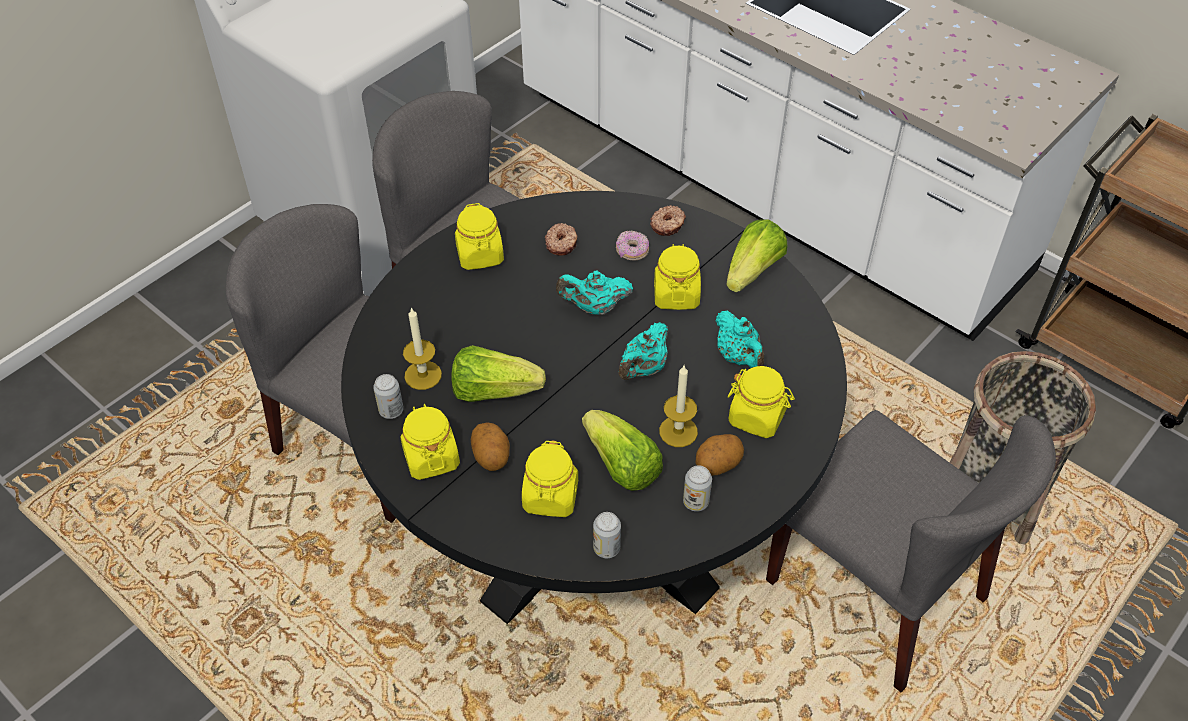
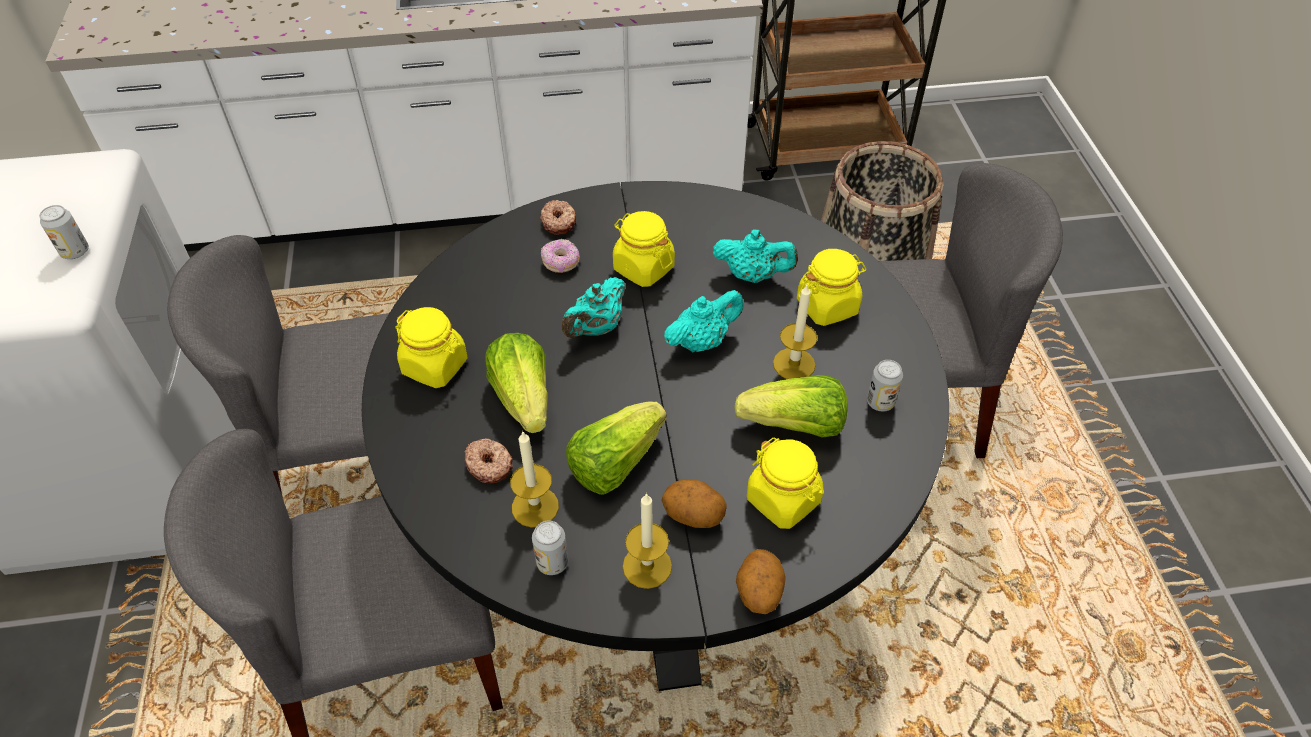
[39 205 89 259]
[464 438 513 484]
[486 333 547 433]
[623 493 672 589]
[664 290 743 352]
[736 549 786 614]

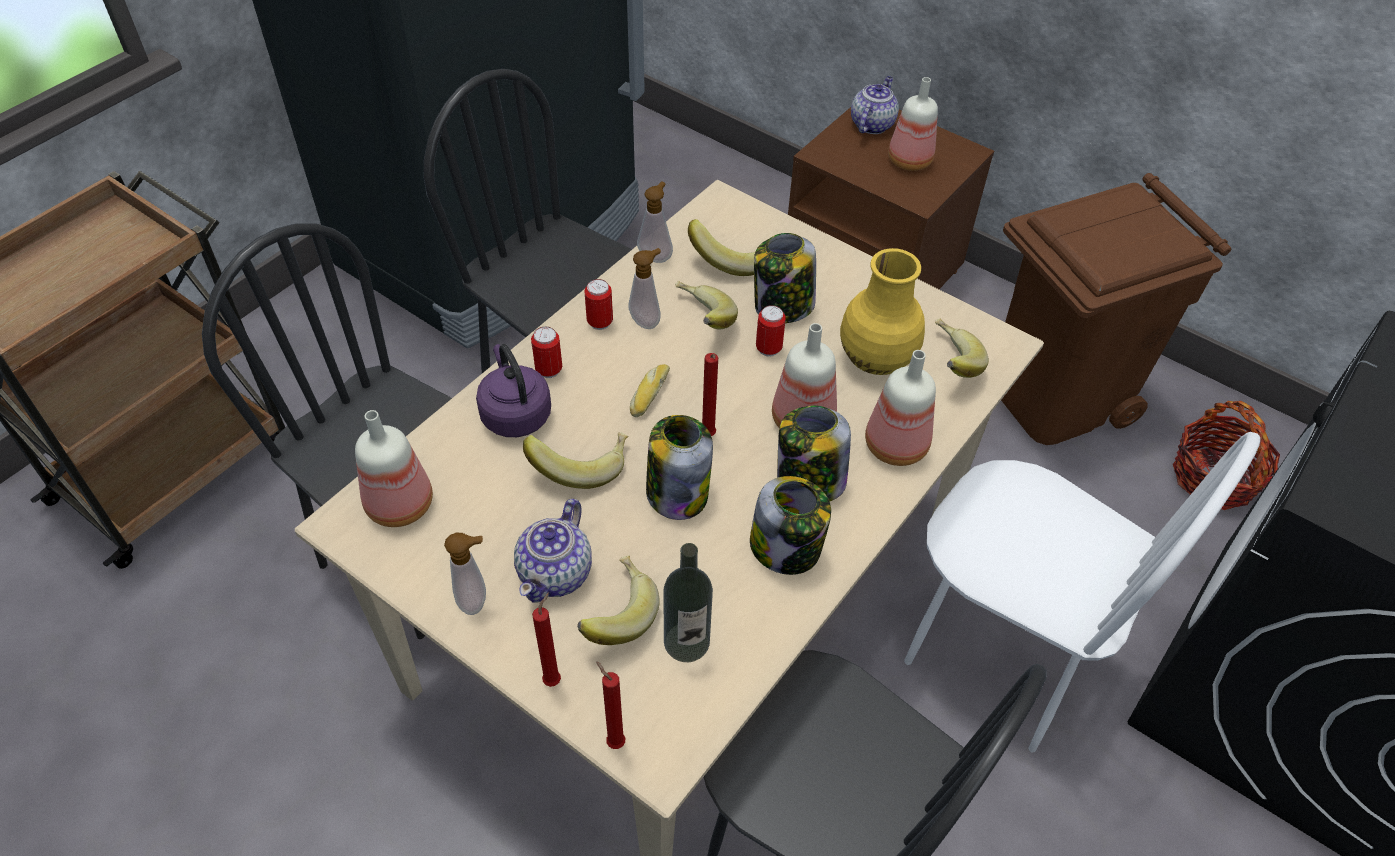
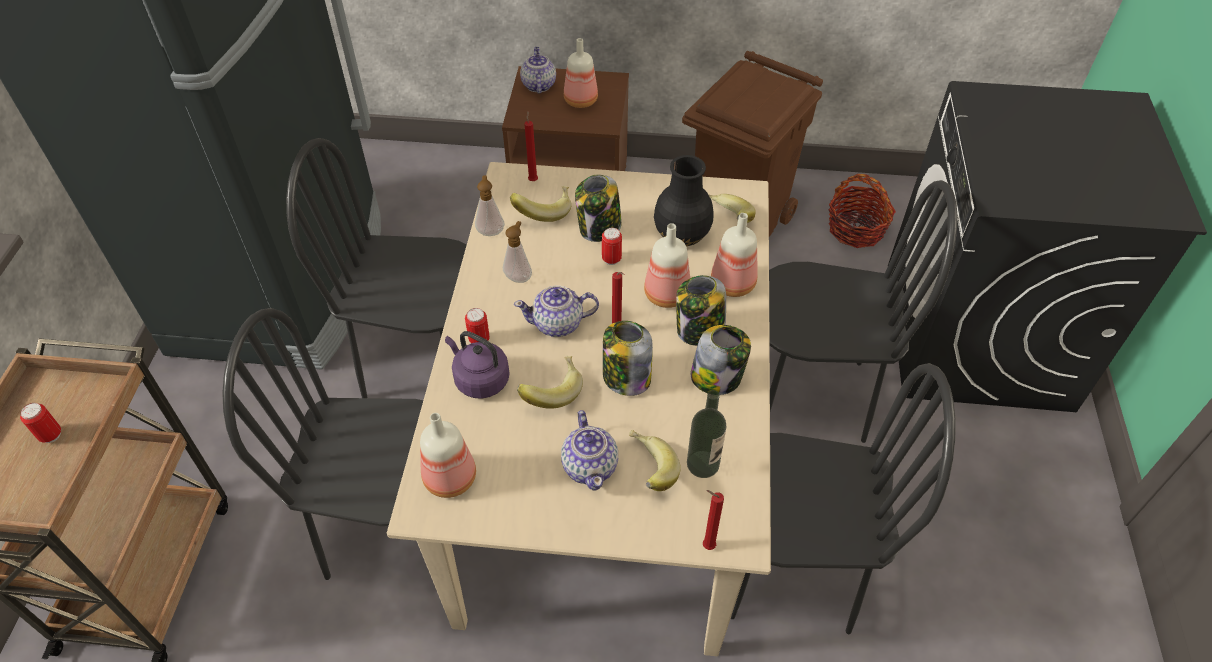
[20 403 61 443]
[514 285 599 337]
[524 111 538 181]
[654 155 713 246]
[769 180 957 443]
[444 533 486 615] (first image)
[675 281 738 330] (first image)

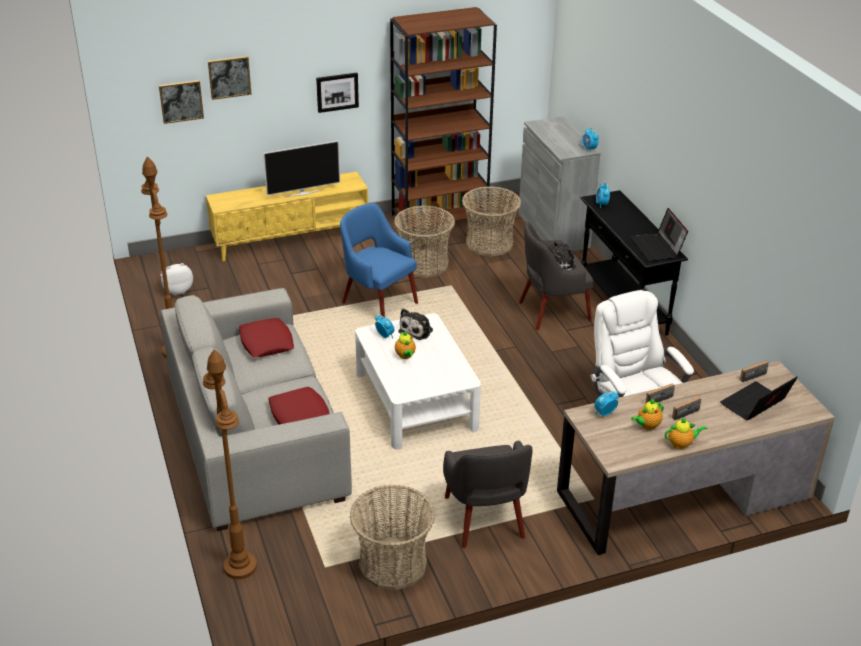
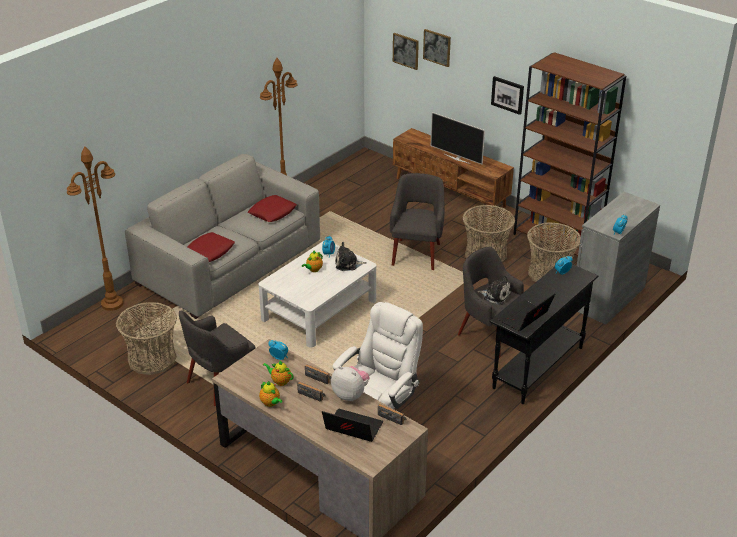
[331 366 370 401]
[390 173 444 270]
[393 128 514 216]

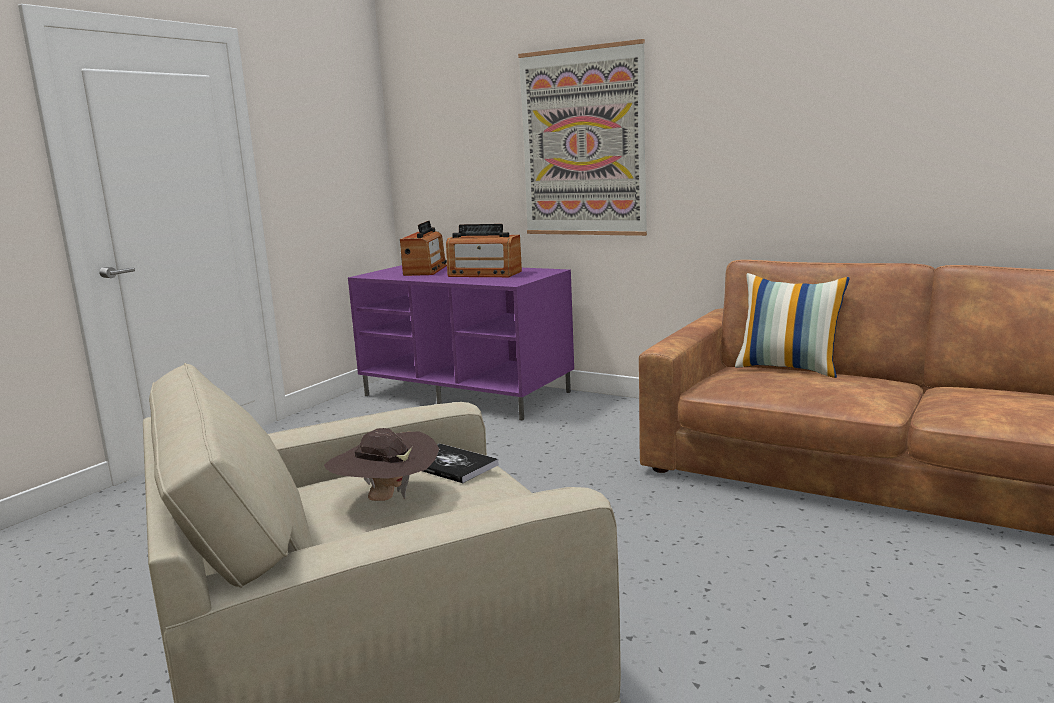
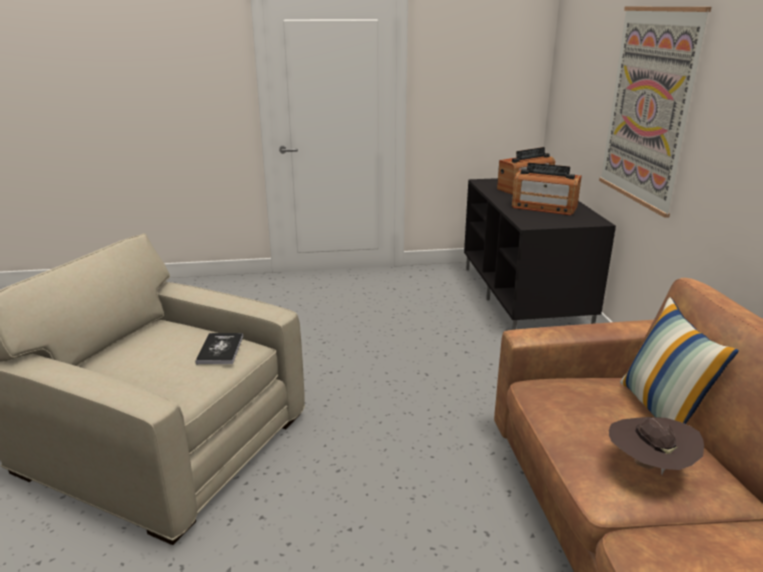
[464 178 616 330]
[512 163 582 215]
[609 417 704 475]

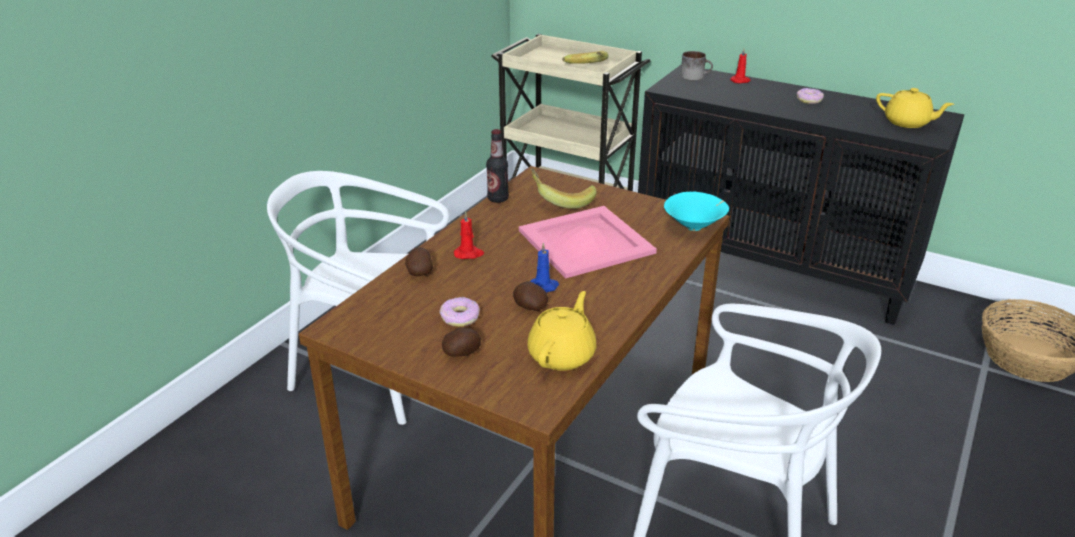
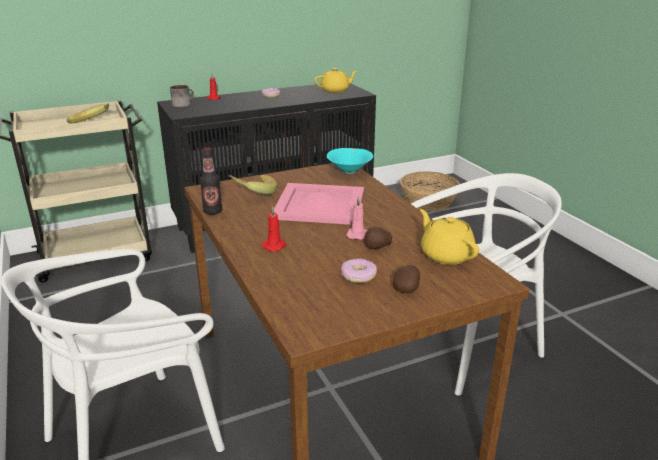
[346 196 367 240]
[405 247 433 276] (first image)

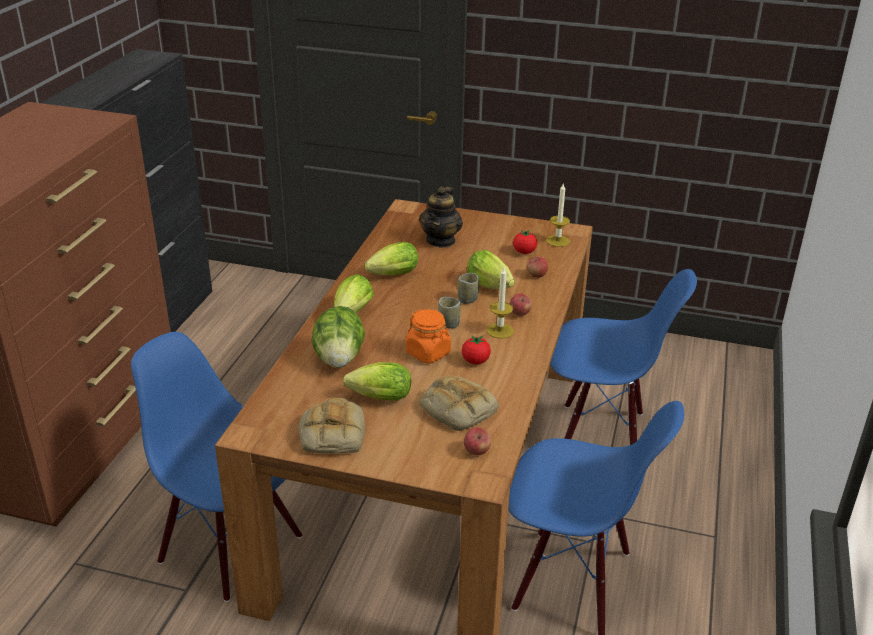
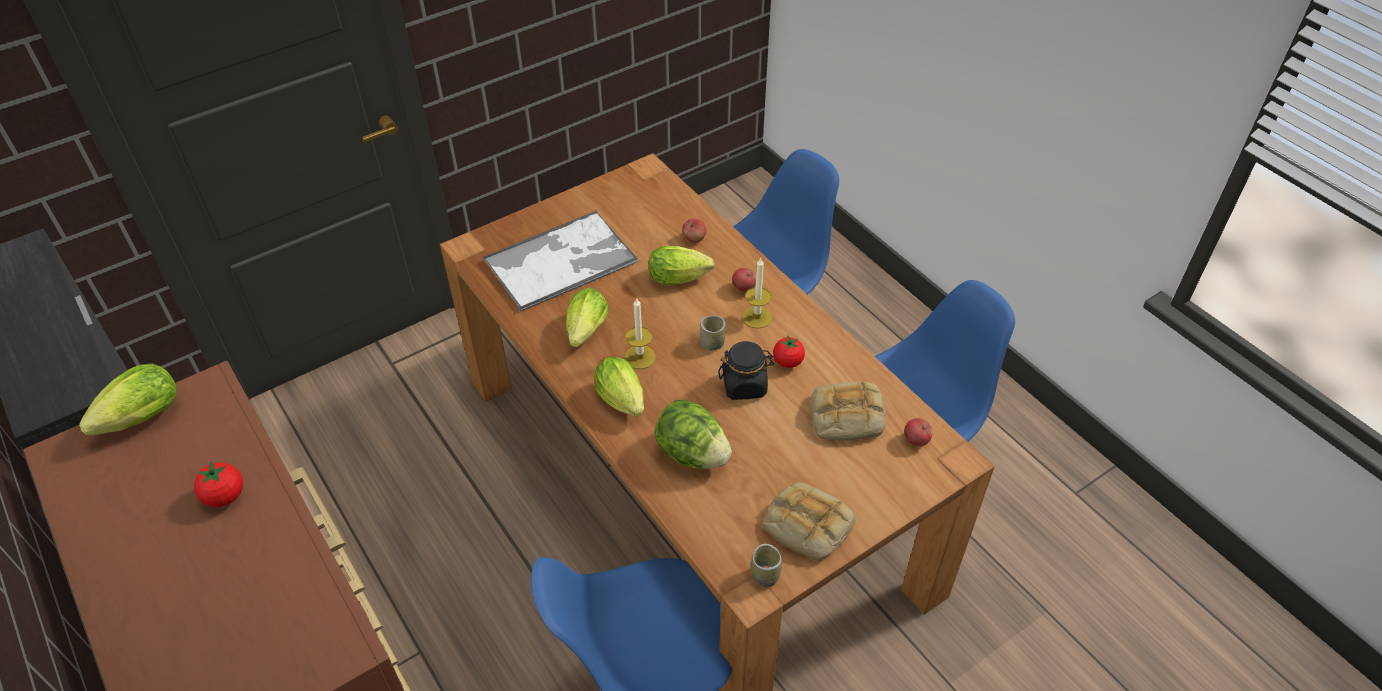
[79 363 177 436]
[194 462 243 507]
[483 210 638 313]
[625 298 656 369]
[718 341 774 400]
[751 544 782 588]

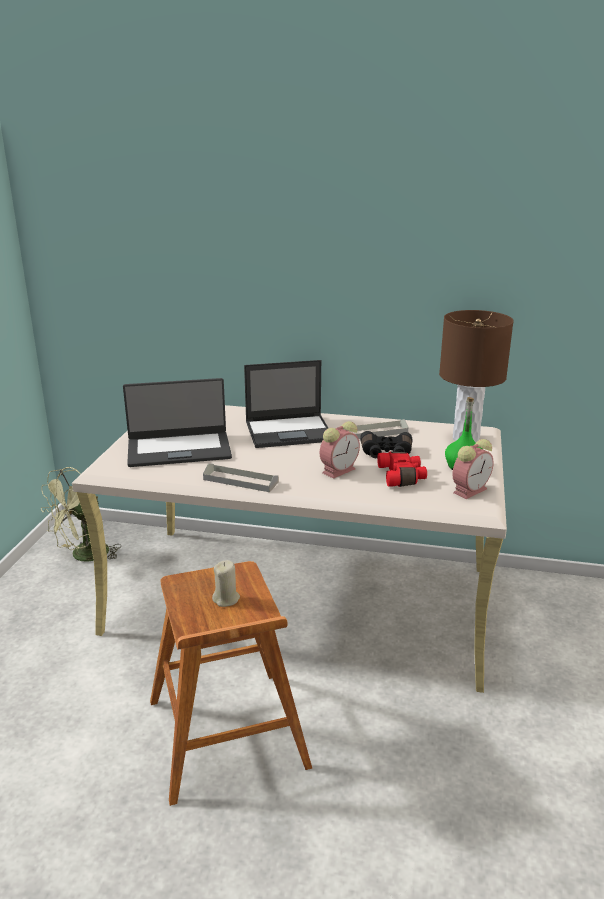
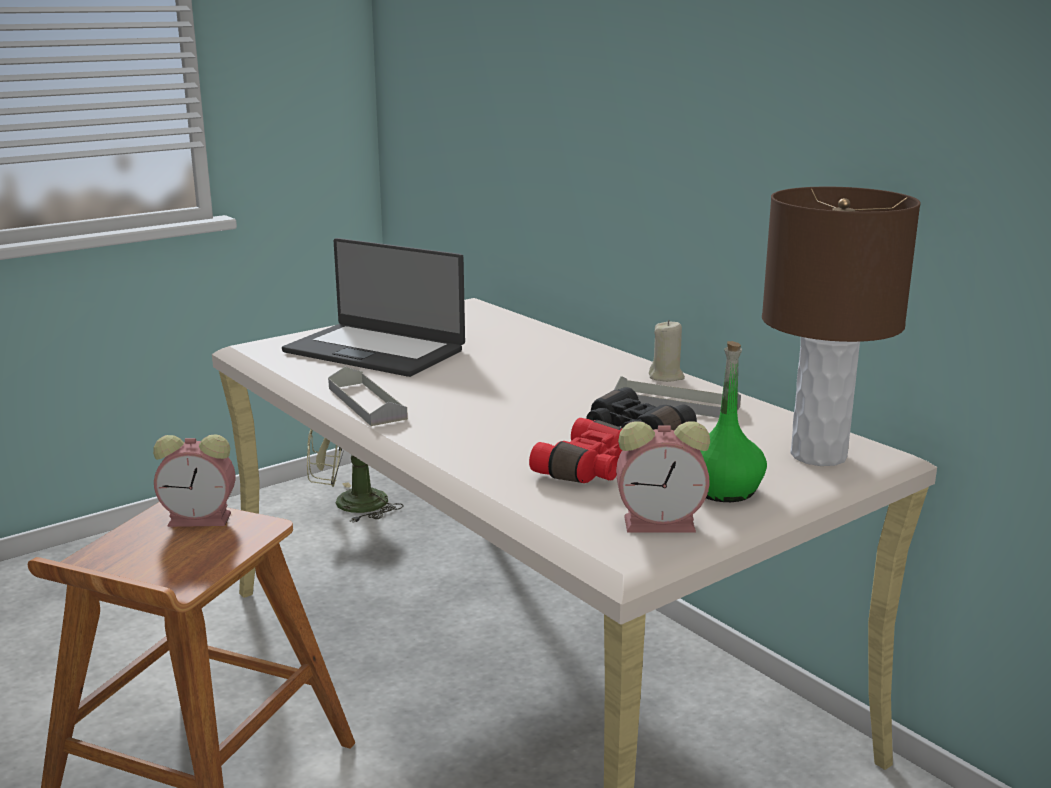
[153 435 235 527]
[649 320 685 382]
[244 360 328 448] (first image)

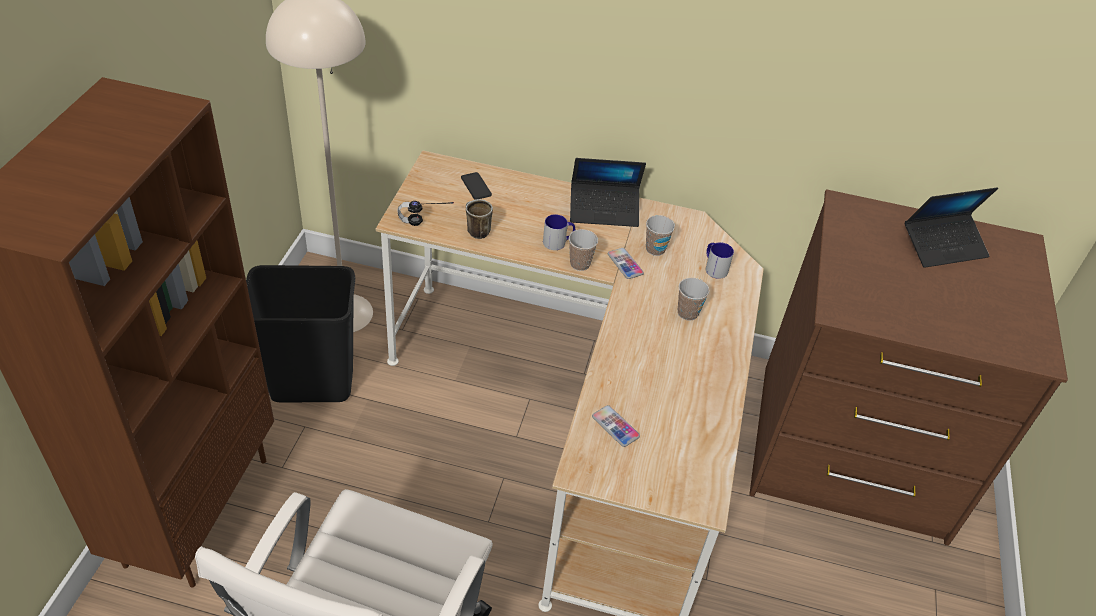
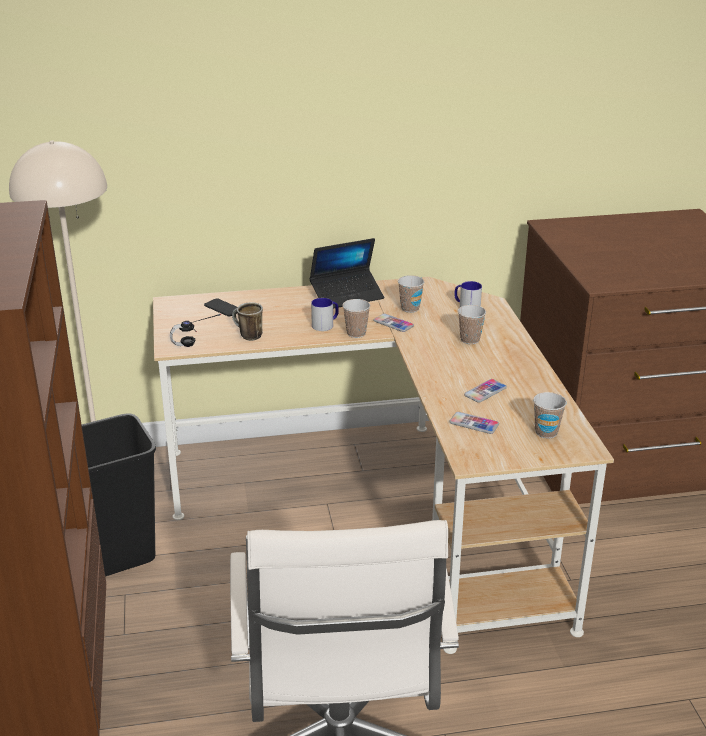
[464 379 507 403]
[533 392 567 438]
[904 187 998 268] (first image)

